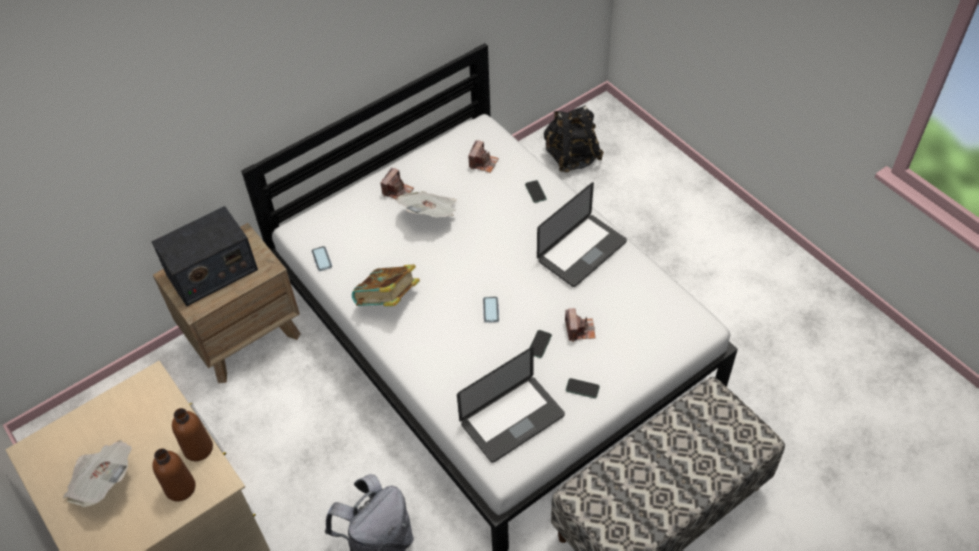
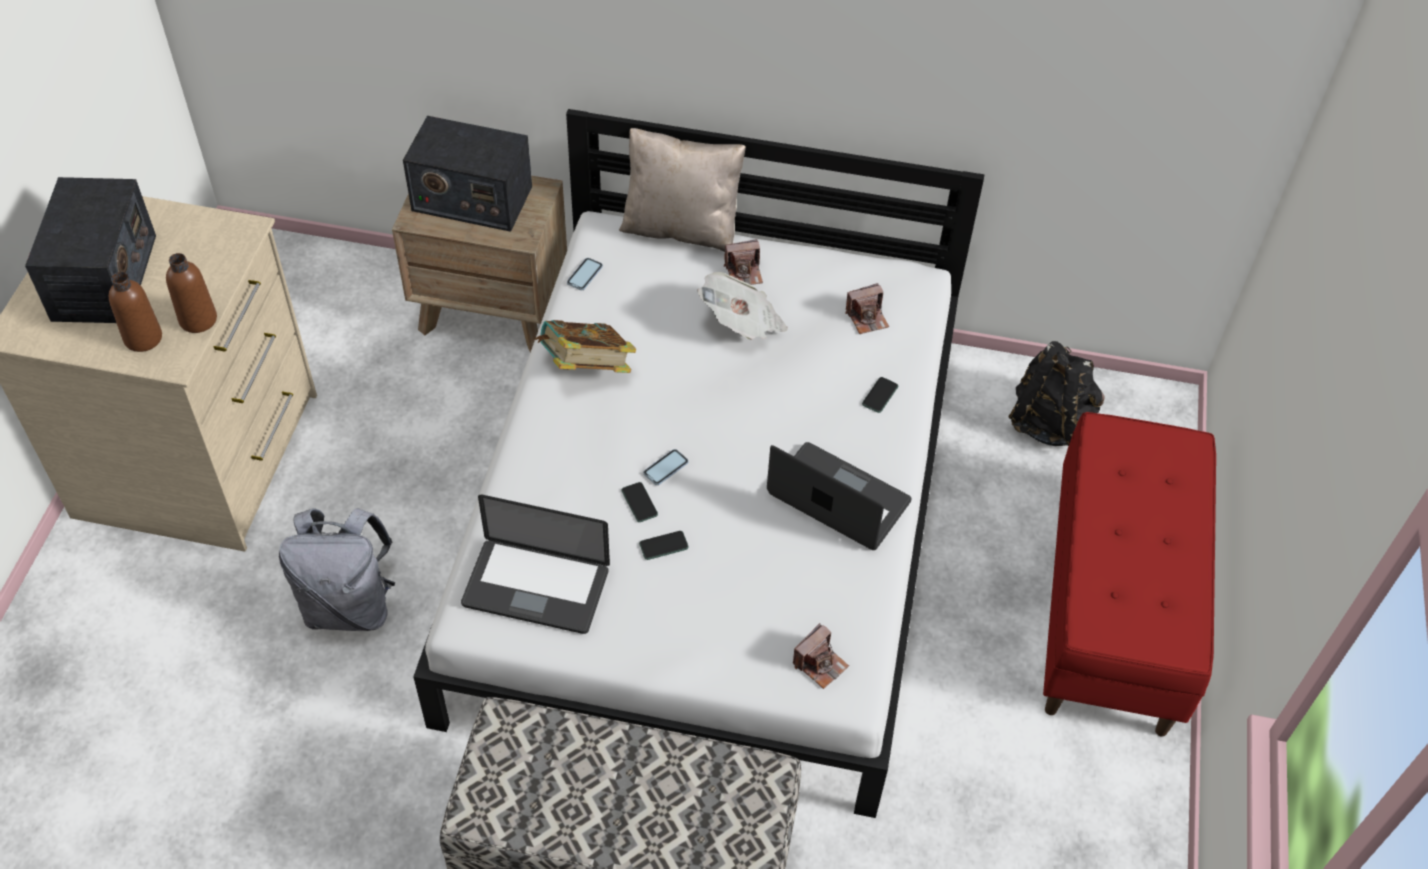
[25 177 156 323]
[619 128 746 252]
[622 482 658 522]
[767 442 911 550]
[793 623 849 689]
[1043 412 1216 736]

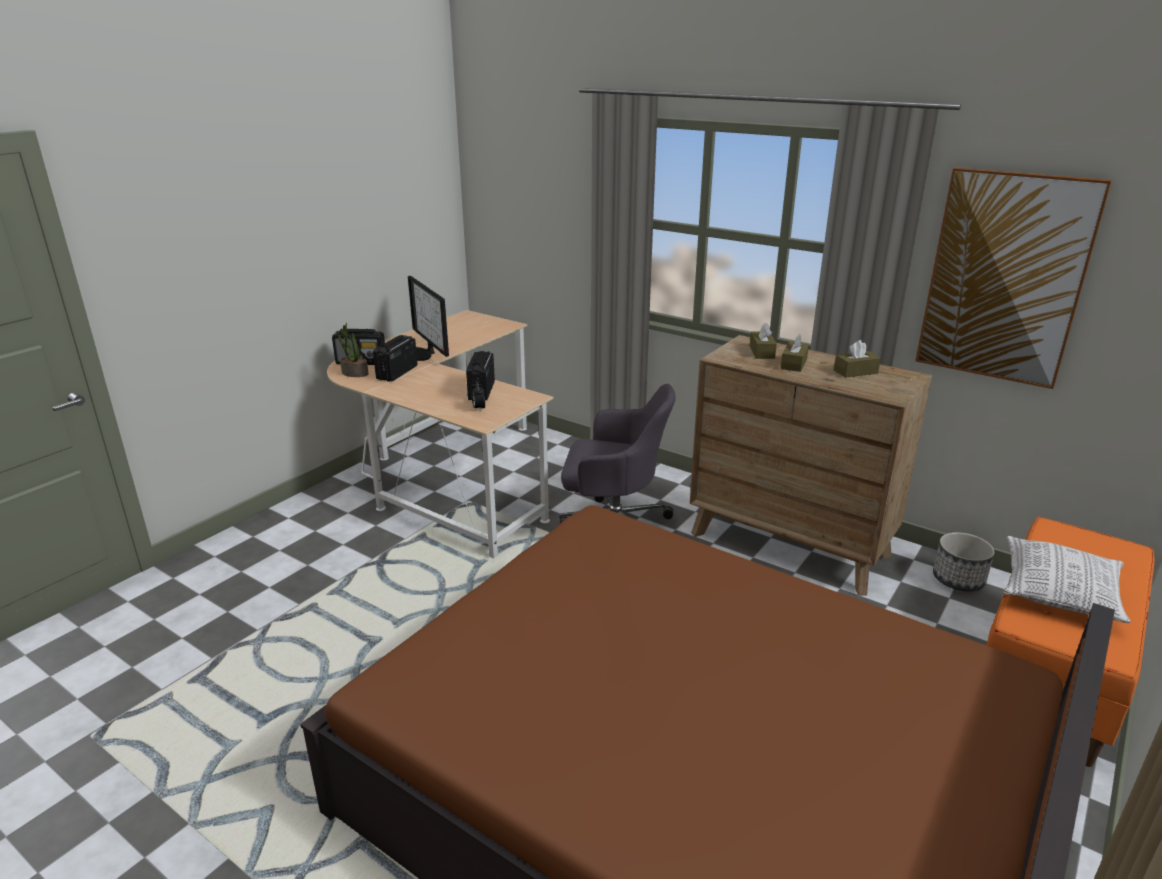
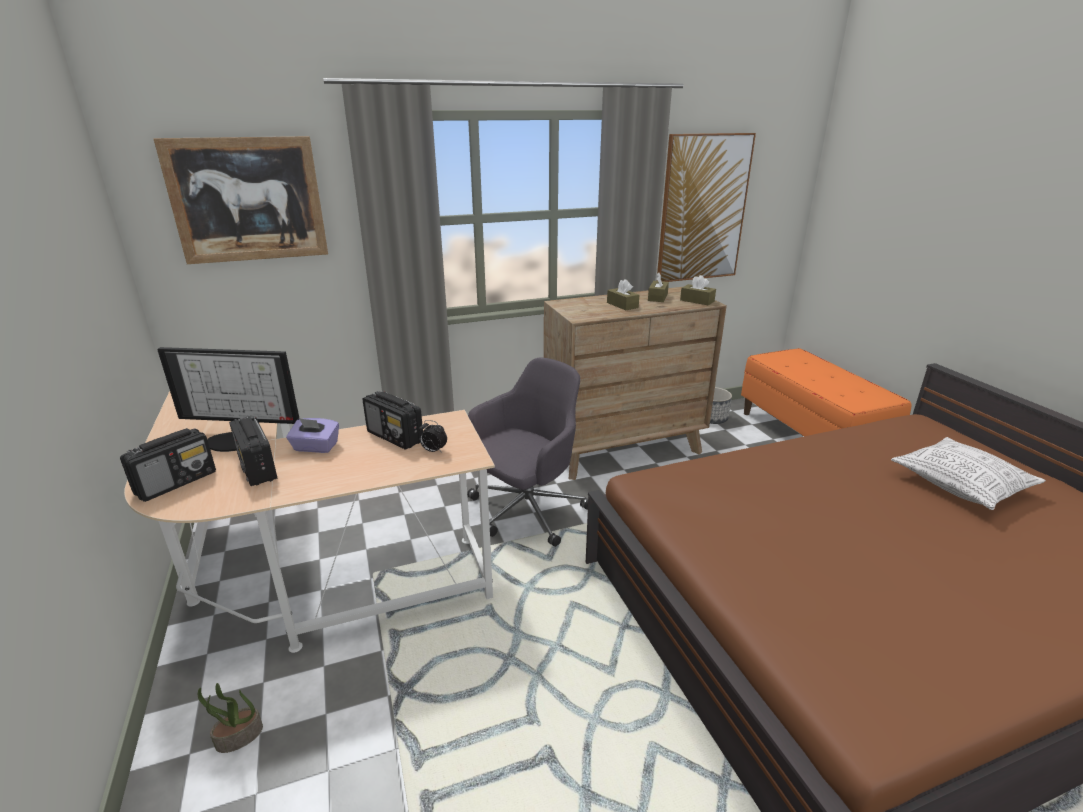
[153 136 328 264]
[198 683 263 753]
[286 418 339 453]
[680 275 716 305]
[891 437 1046 510]

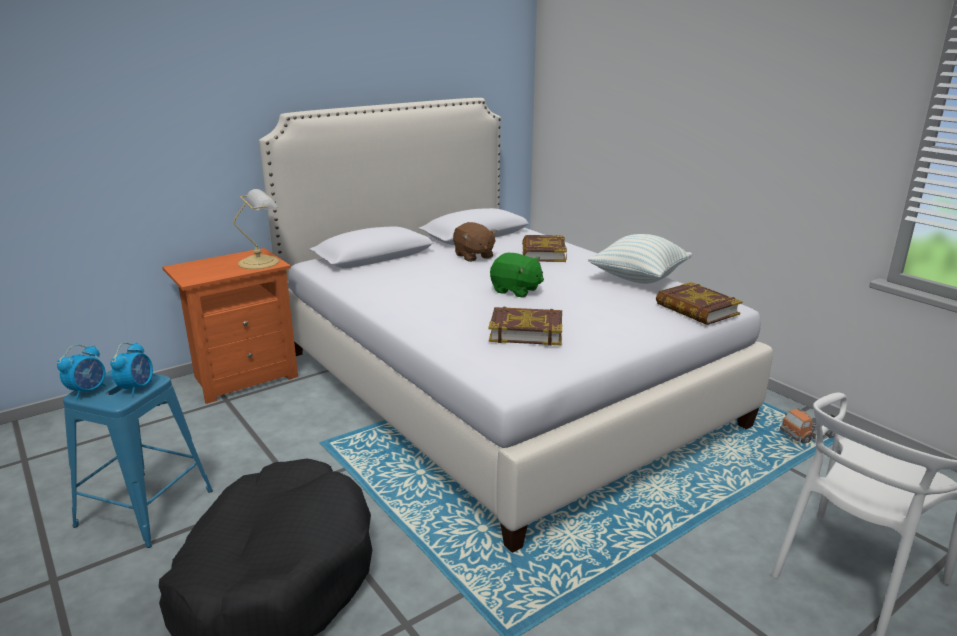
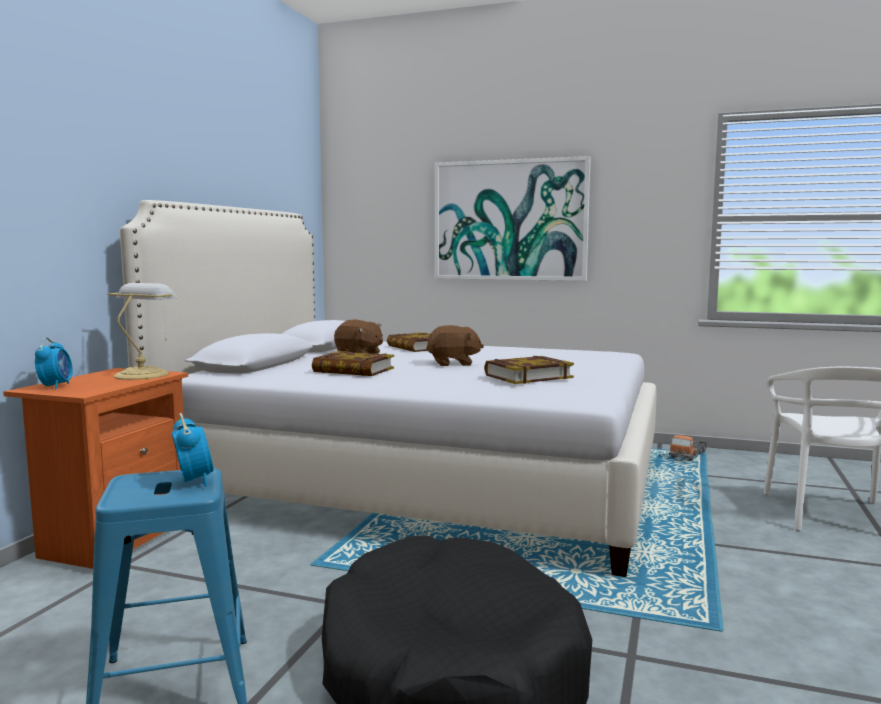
[35 337 73 389]
[312 351 394 376]
[426 325 484 366]
[435 156 591 281]
[588 234 692 284] (first image)

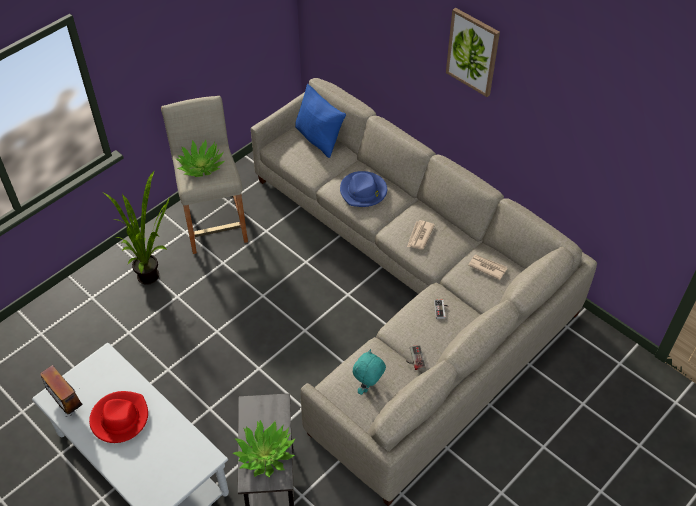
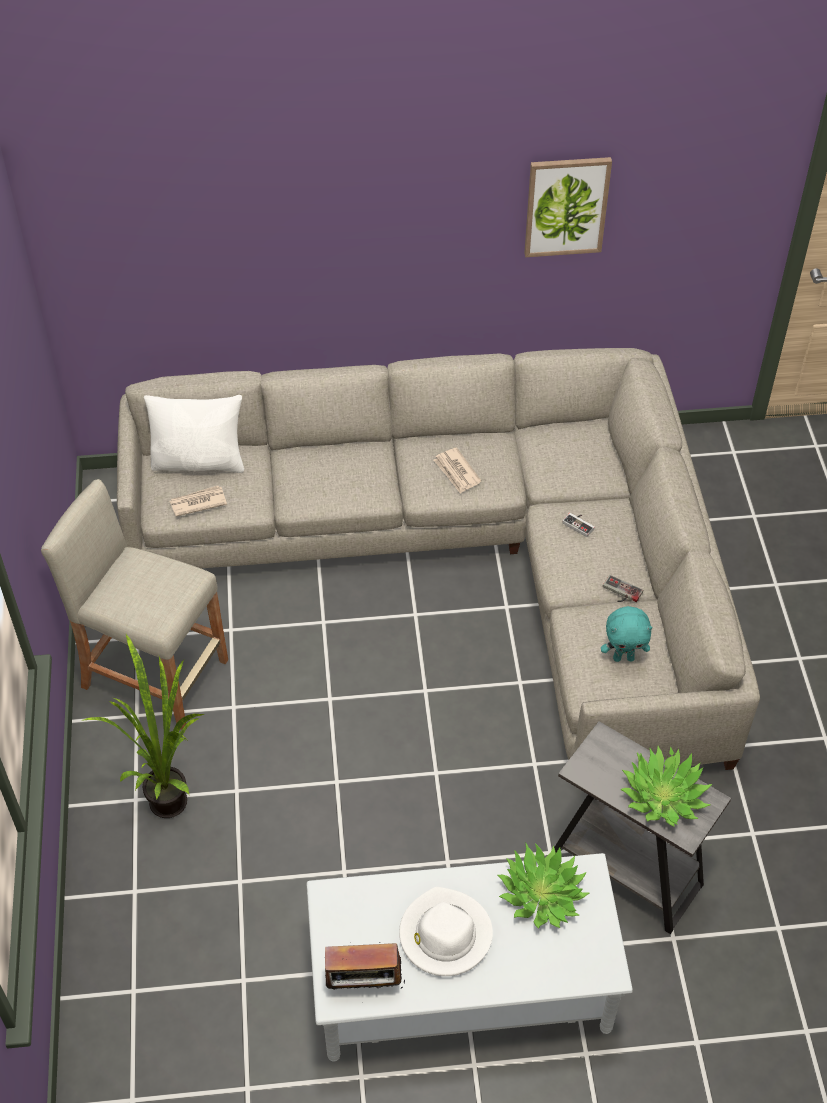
[144 395 244 473]
[170 486 227 517]
[399 887 493 976]
[497 842 589 929]
[524 157 612 257]
[601 606 653 662]
[340 171 387 207] (first image)

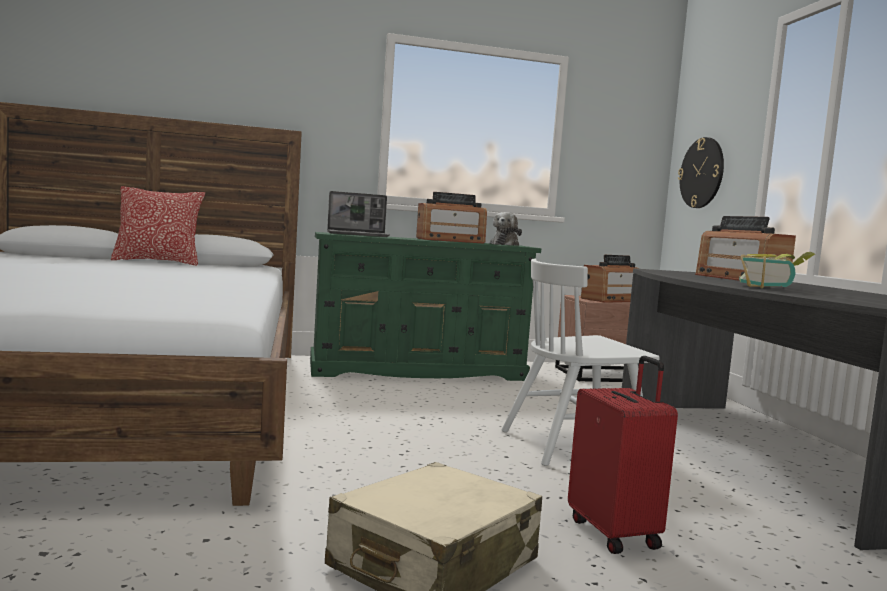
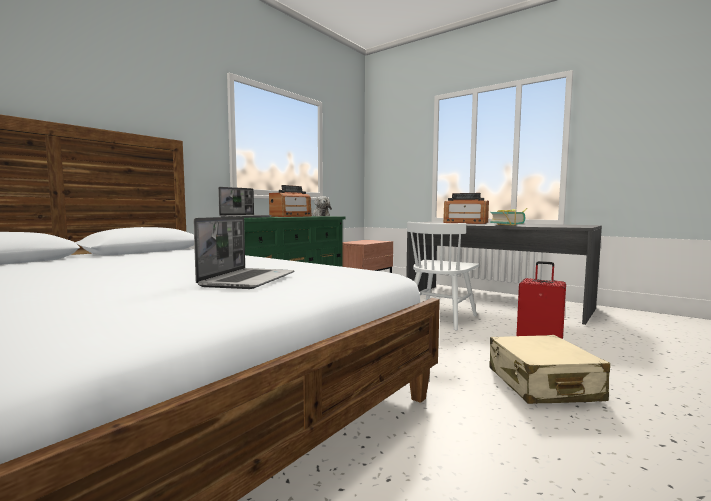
[194 216 294 289]
[111 186 205 265] (first image)
[581 255 639 303] (first image)
[678 137 724 208] (first image)

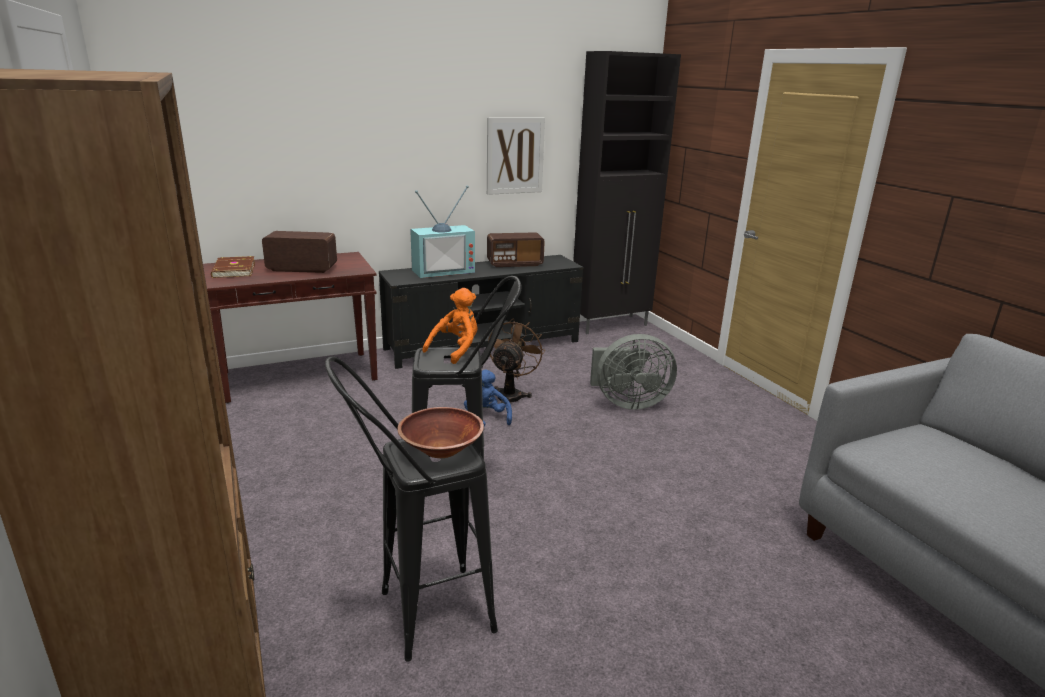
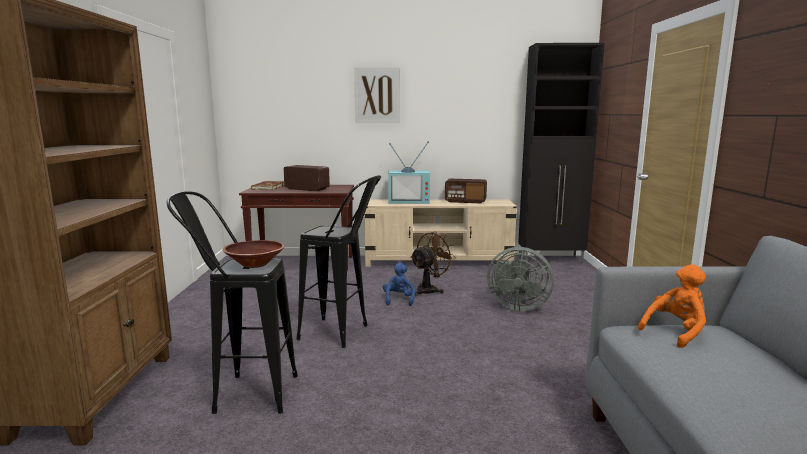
[354 67 400 123]
[364 199 517 267]
[638 264 706 348]

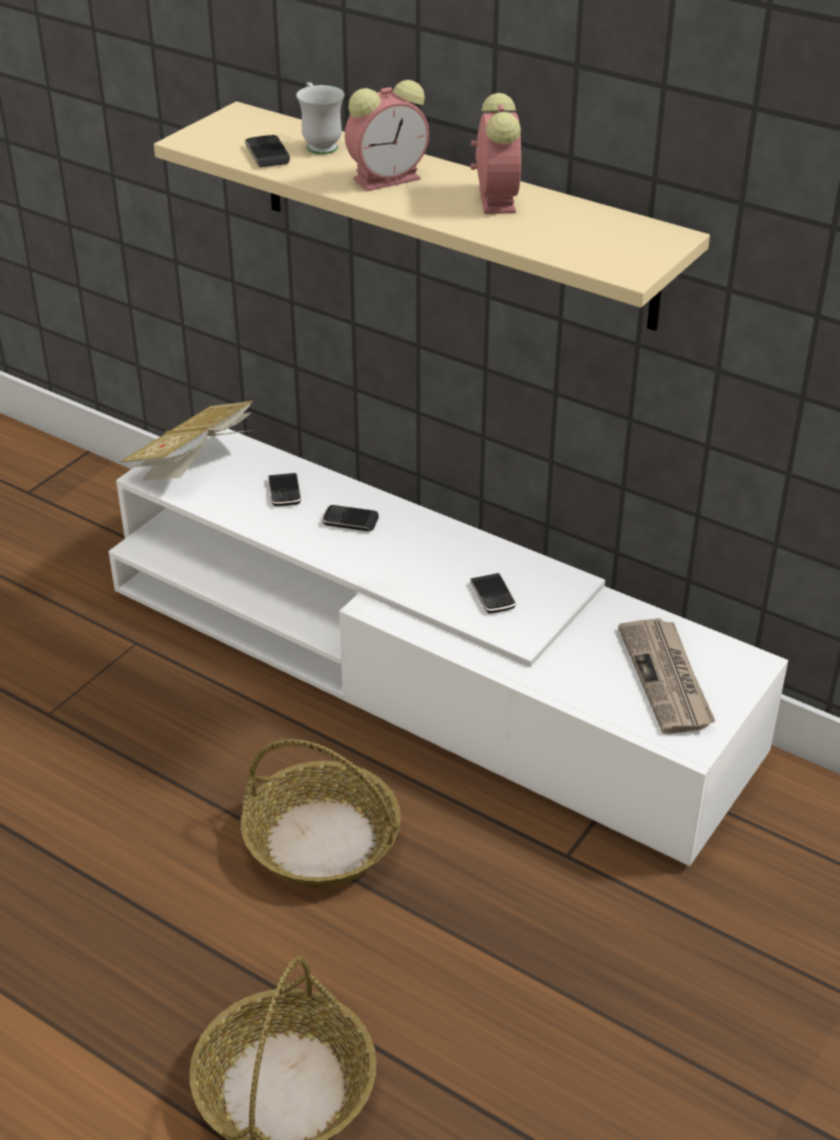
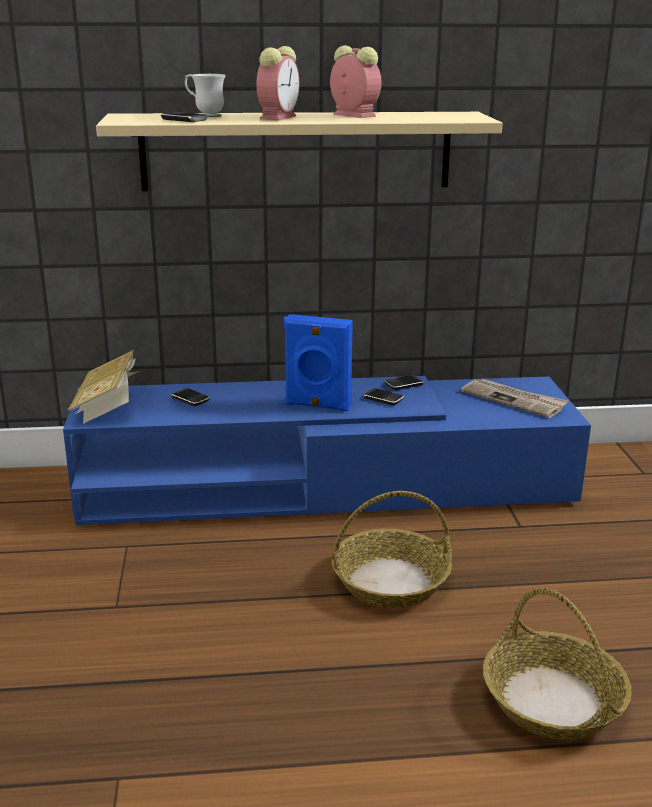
[63 376 591 525]
[284 314 353 411]
[385 375 424 390]

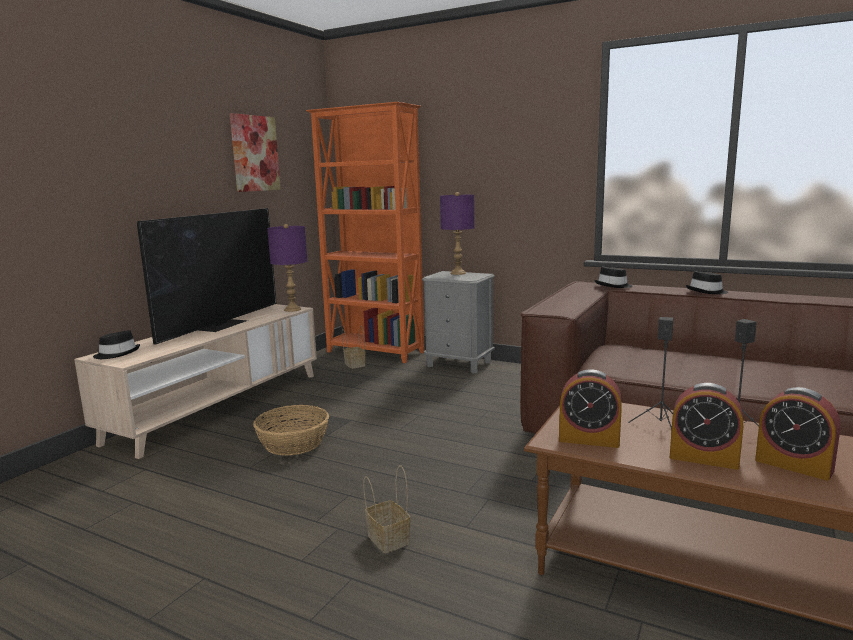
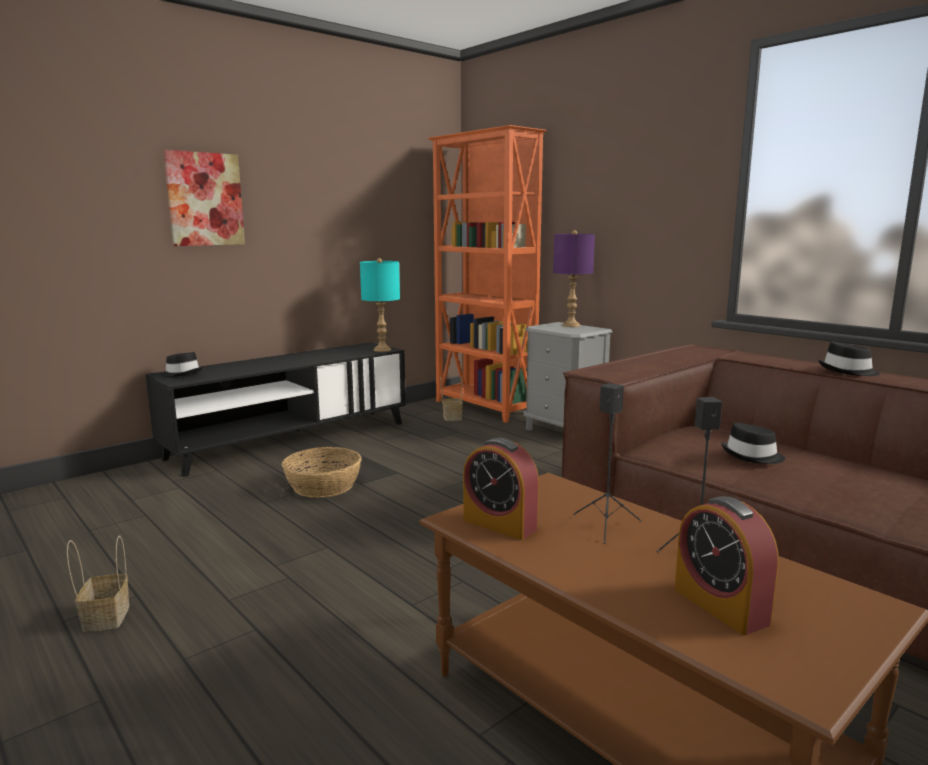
[67 536 129 632]
[145 342 406 477]
[163 150 245 246]
[360 258 400 352]
[721 423 785 464]
[137 208 277 345] (first image)
[670 383 743 470] (first image)

